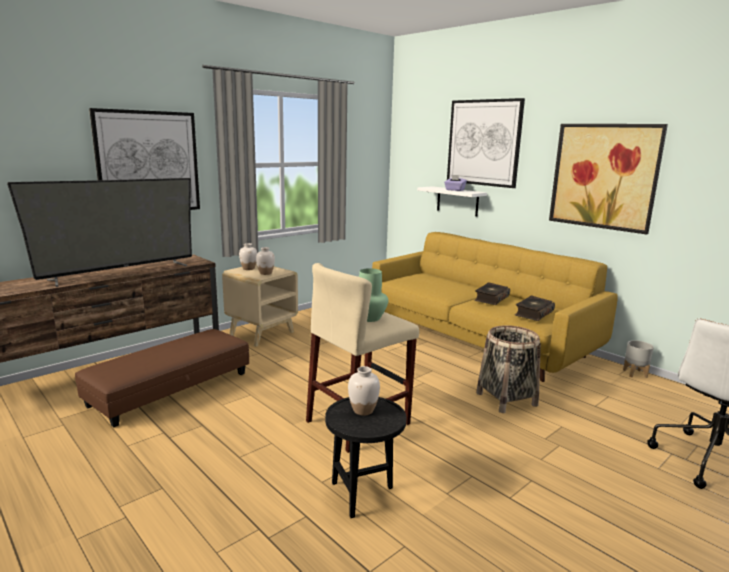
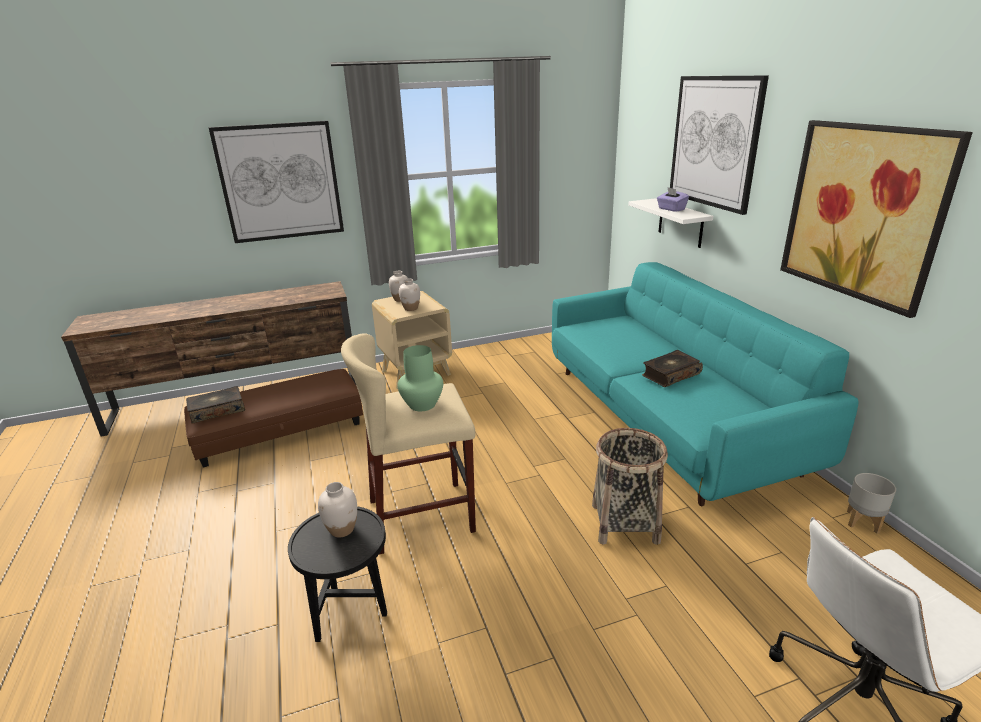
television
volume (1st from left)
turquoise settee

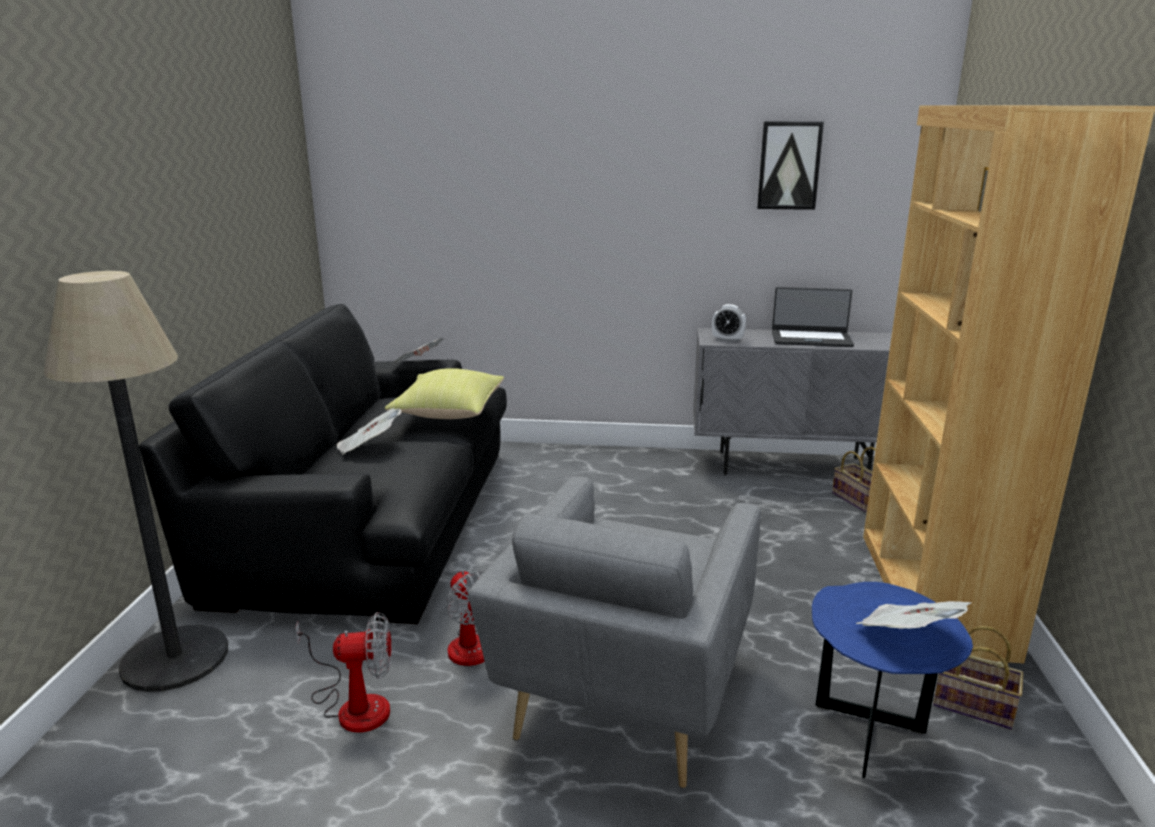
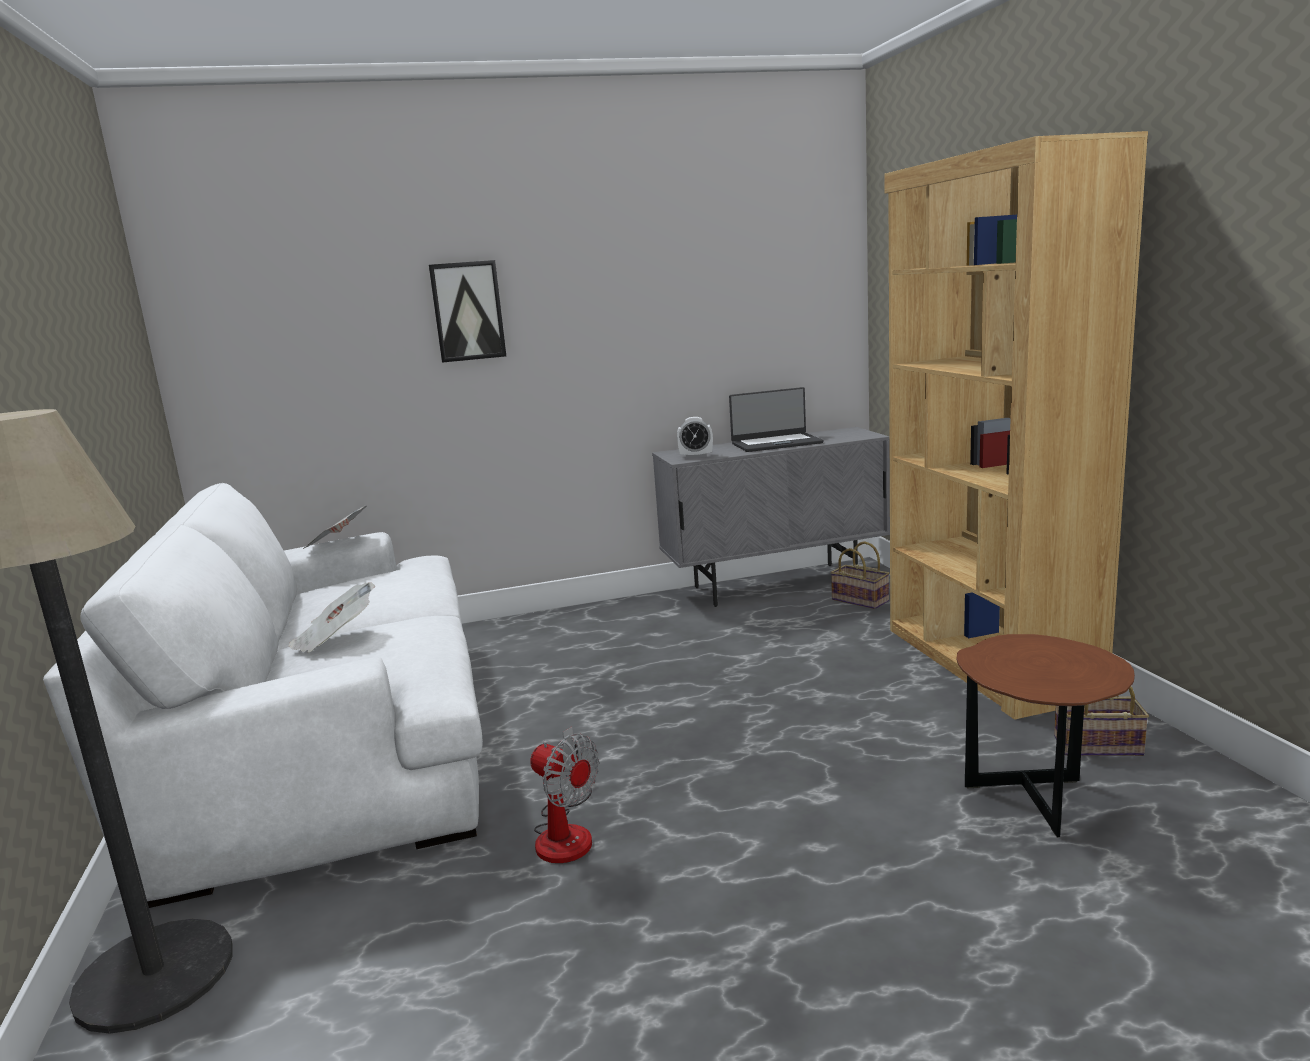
fan (1st from left in the first image)
yellowish cushion
greyish armchair
newspaper (3rd from left in the first image)
picture
white settee
brown accent table

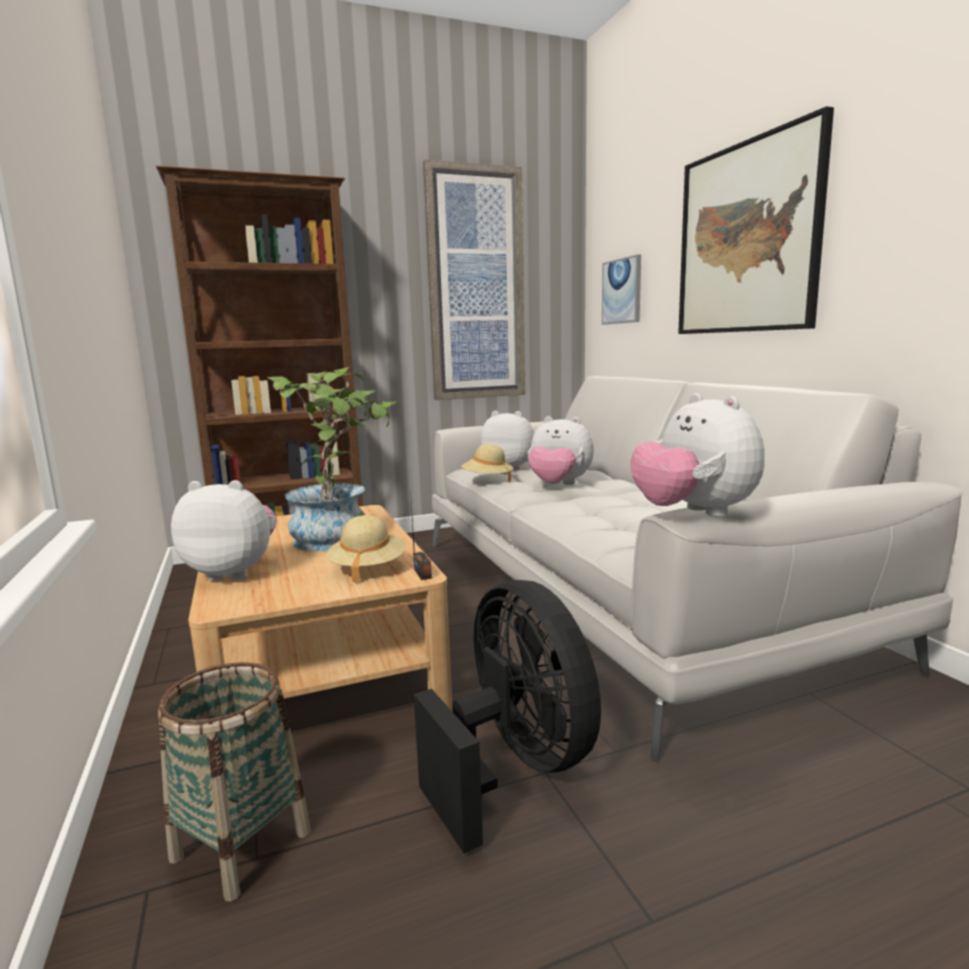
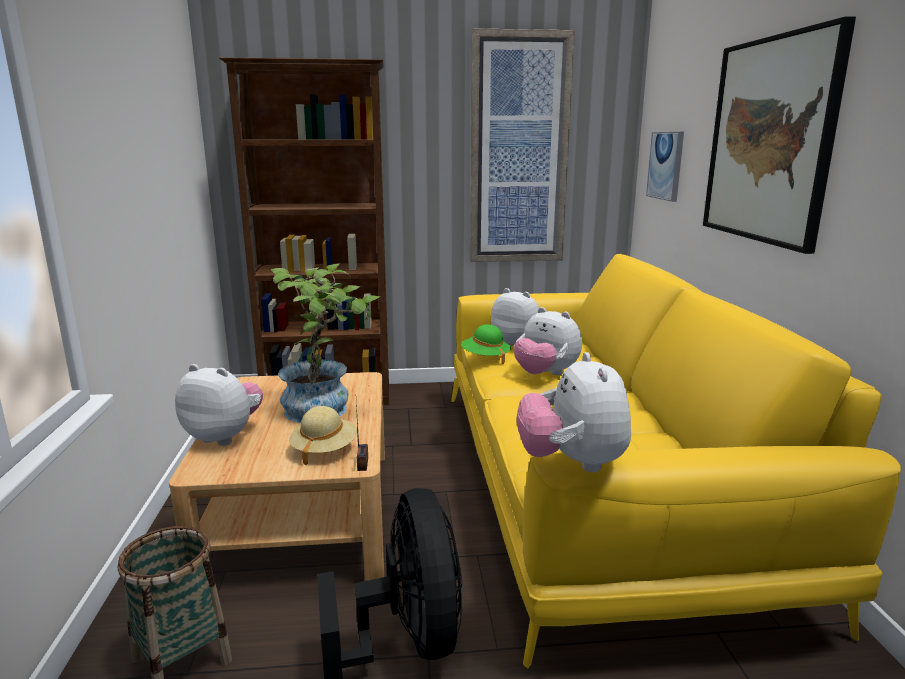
yellowish settee
greenish clothing hat

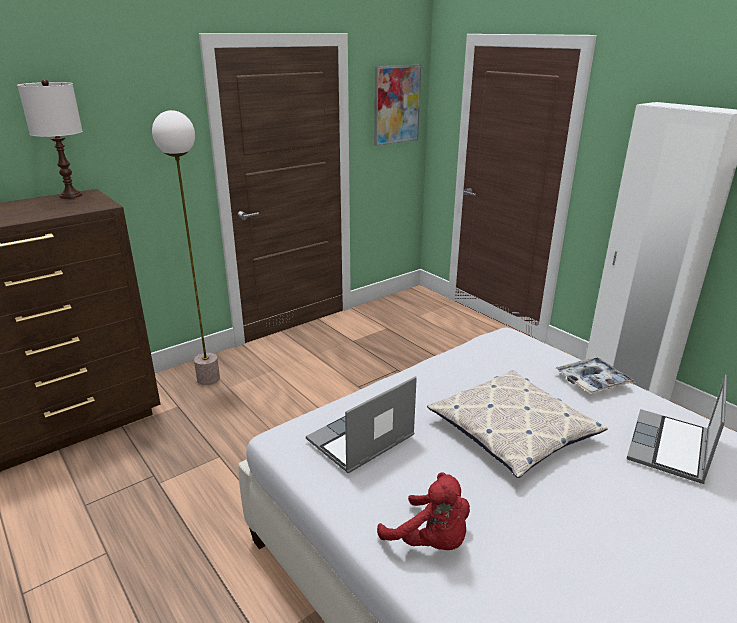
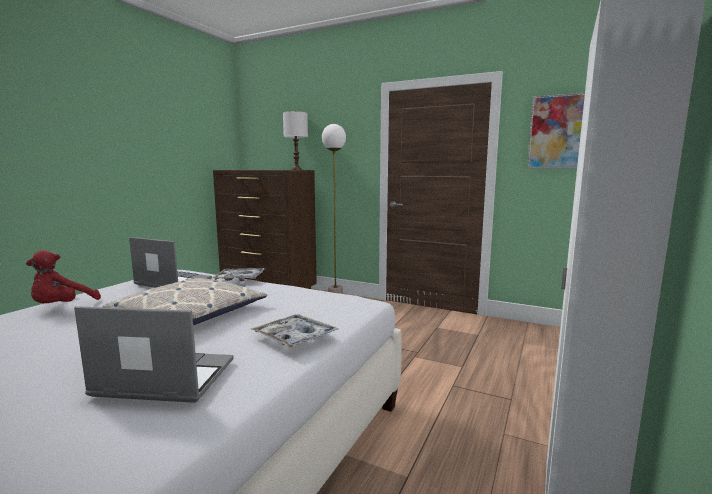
serving tray (1st from left)

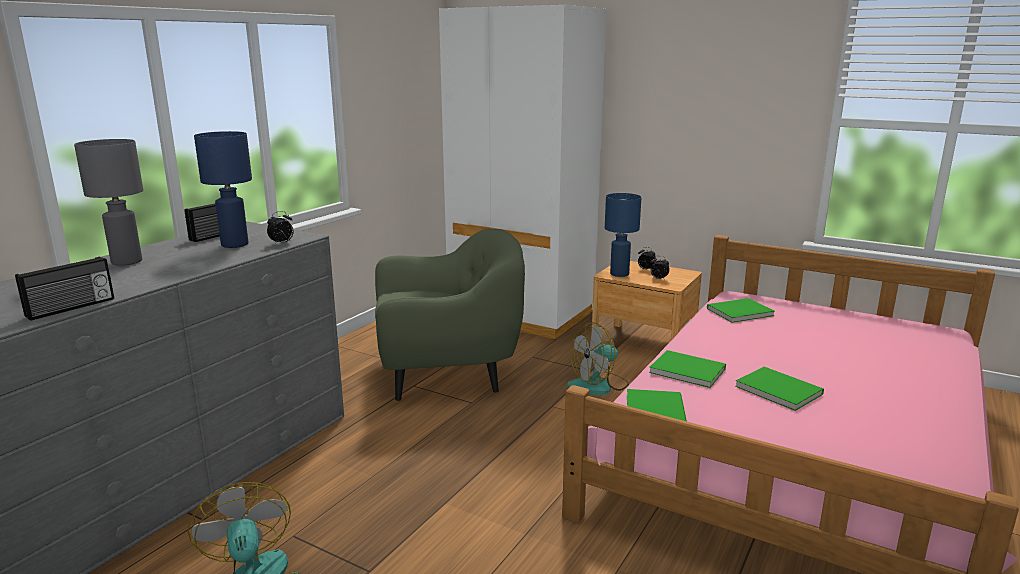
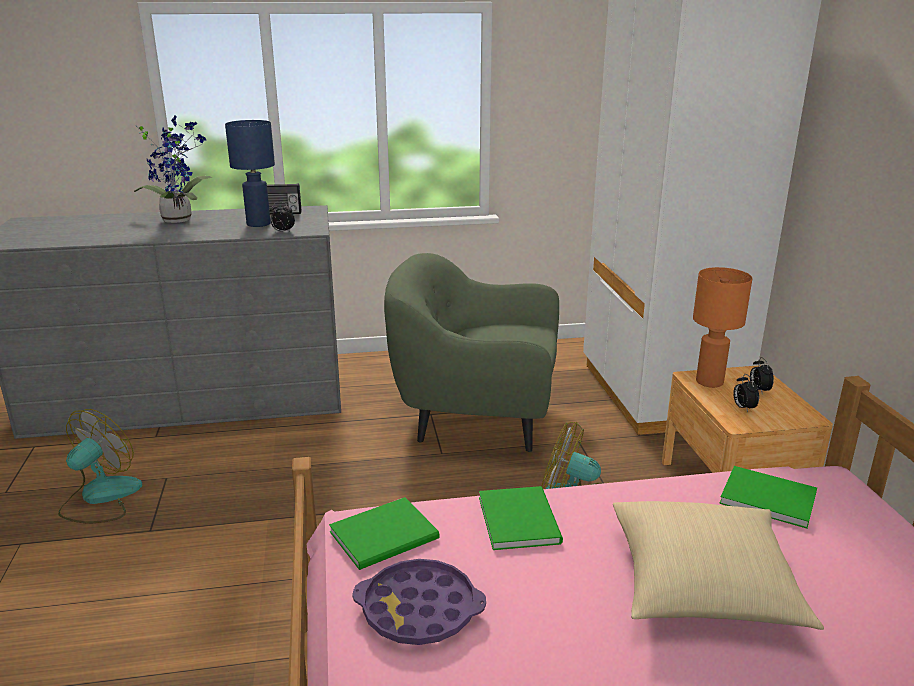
radio set (1st from left in the first image)
greenish volume (4th from left in the first image)
purplish serving tray
sand-coloured cushion
houseplant
orangey tabletop lamp
greenish armchair

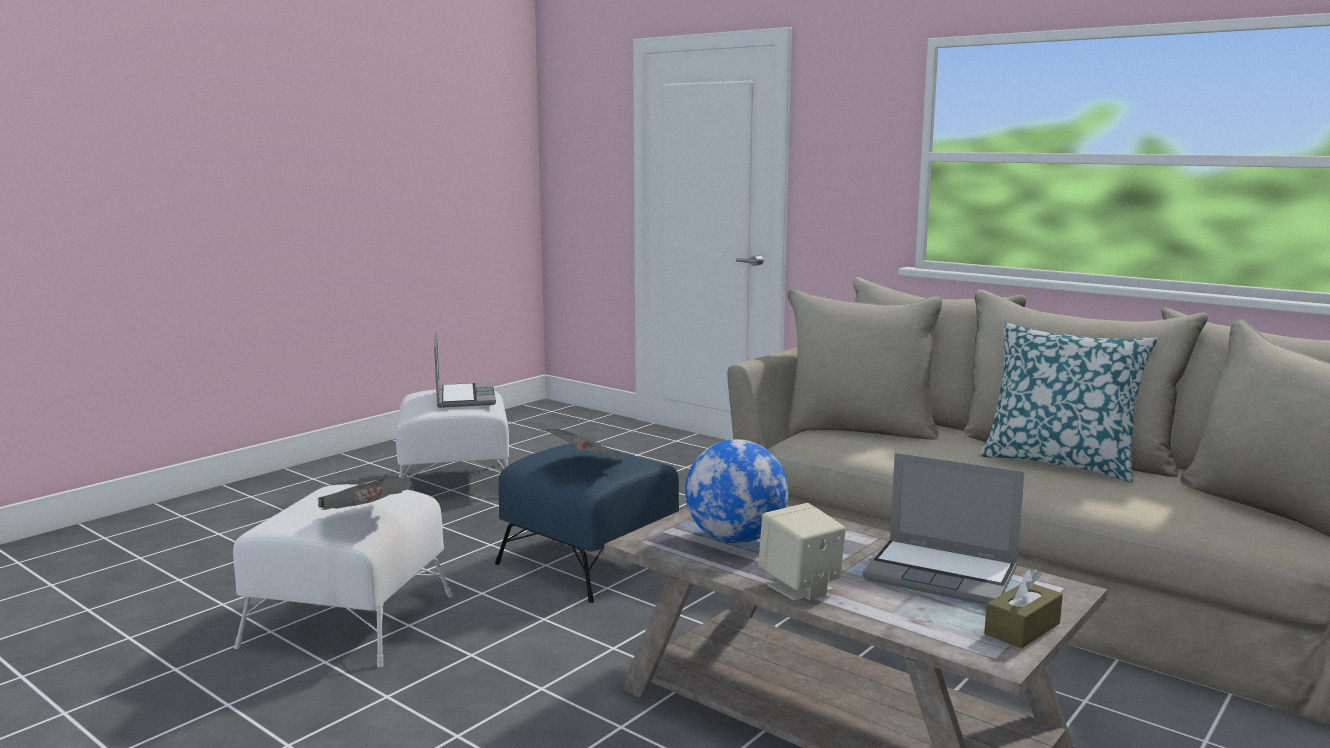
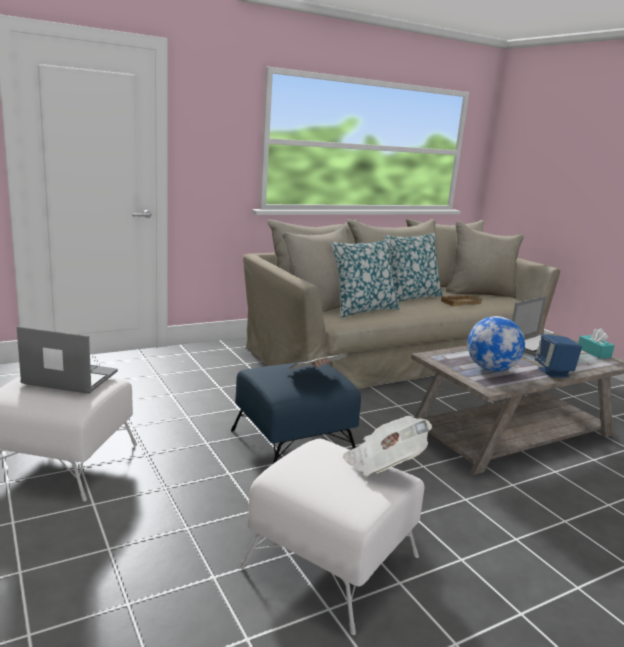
cushion (1st from left)
sand-coloured serving tray
blue loudspeaker
turquoise tissue box

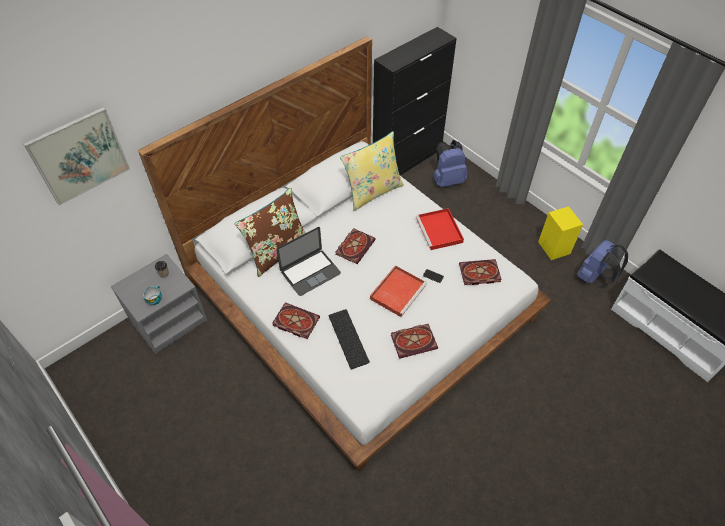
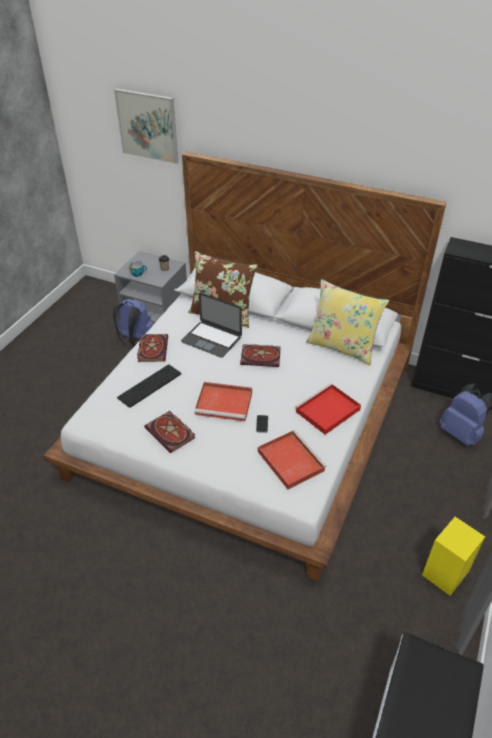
blue backpack (1st from left)
red-coloured serving tray (2nd from left)

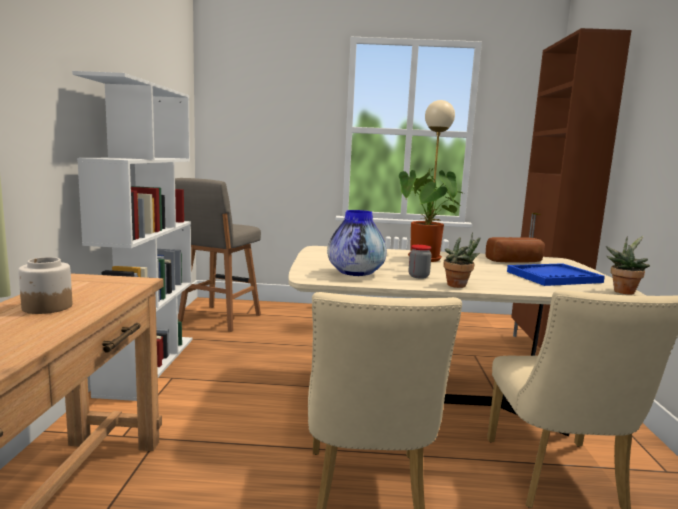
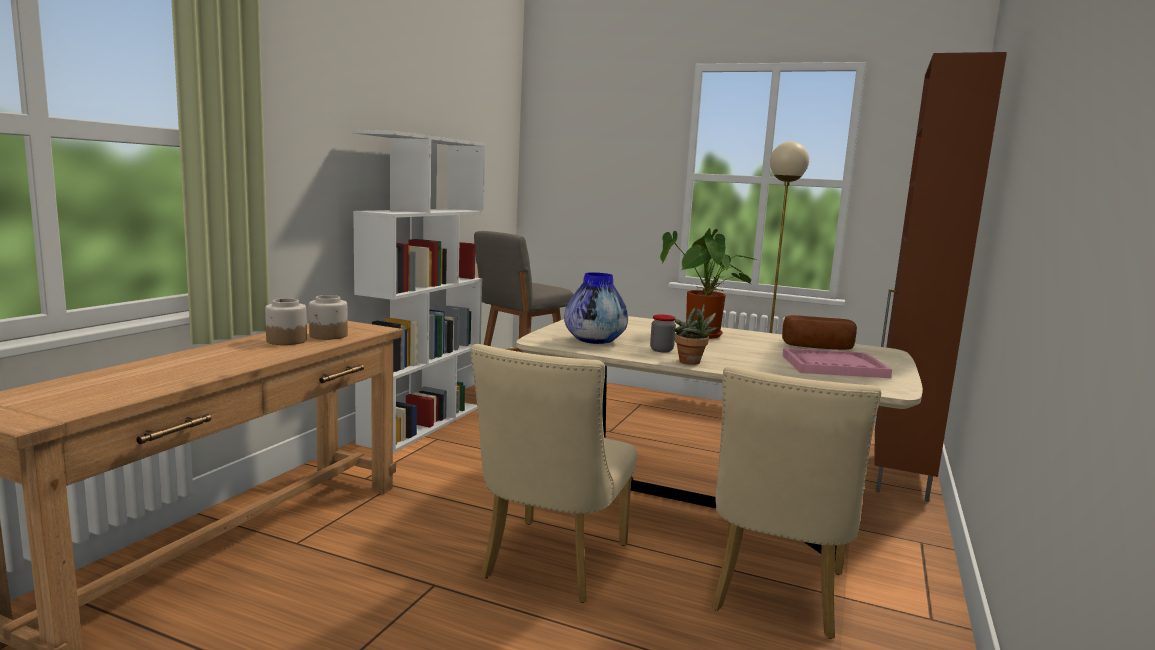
houseplant (3rd from left in the first image)
preserve jar (2nd from left)
pink-coloured serving tray

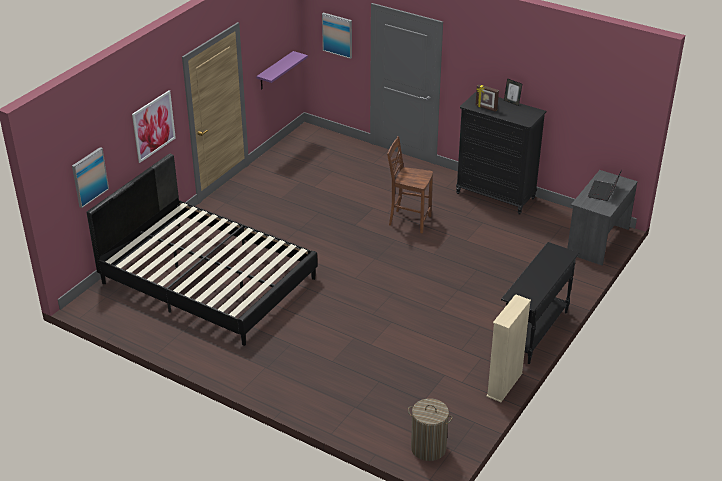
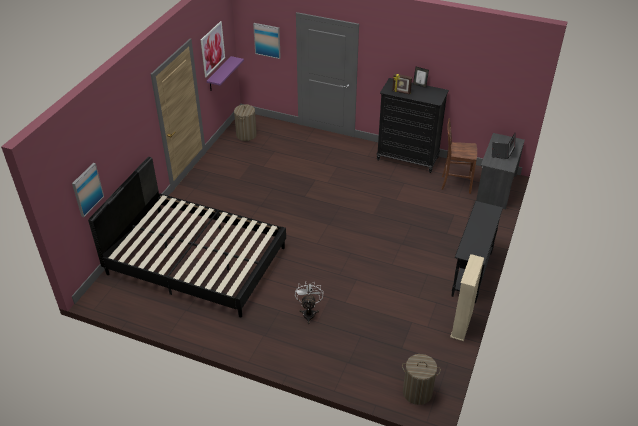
hamper (1st from left)
white fan
picture (2nd from left)
brown chair

